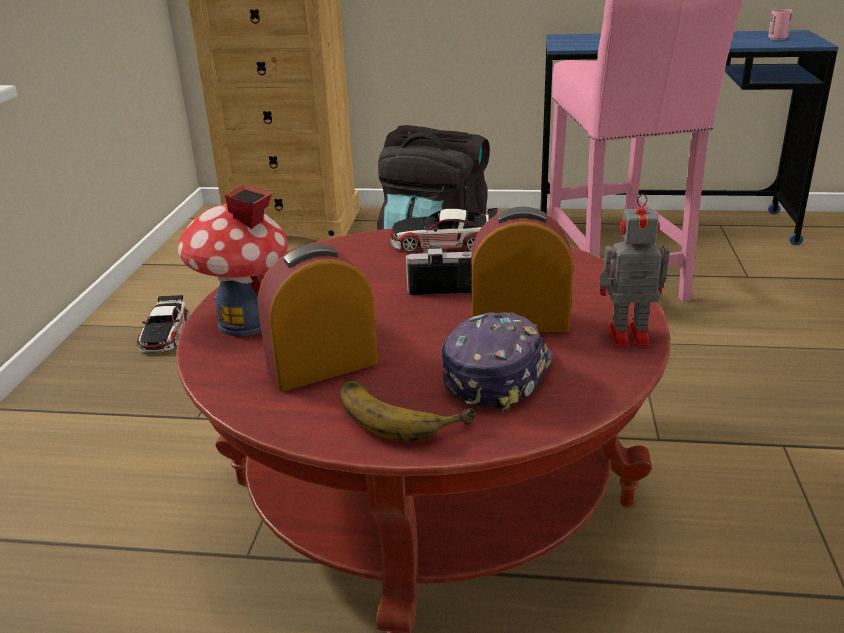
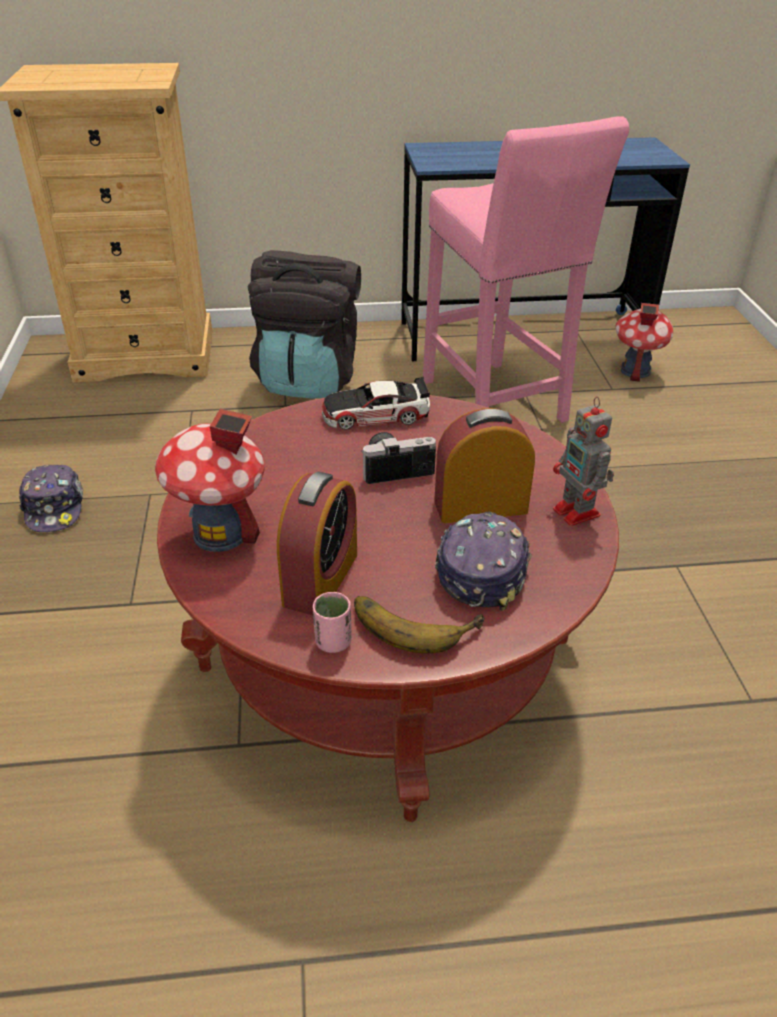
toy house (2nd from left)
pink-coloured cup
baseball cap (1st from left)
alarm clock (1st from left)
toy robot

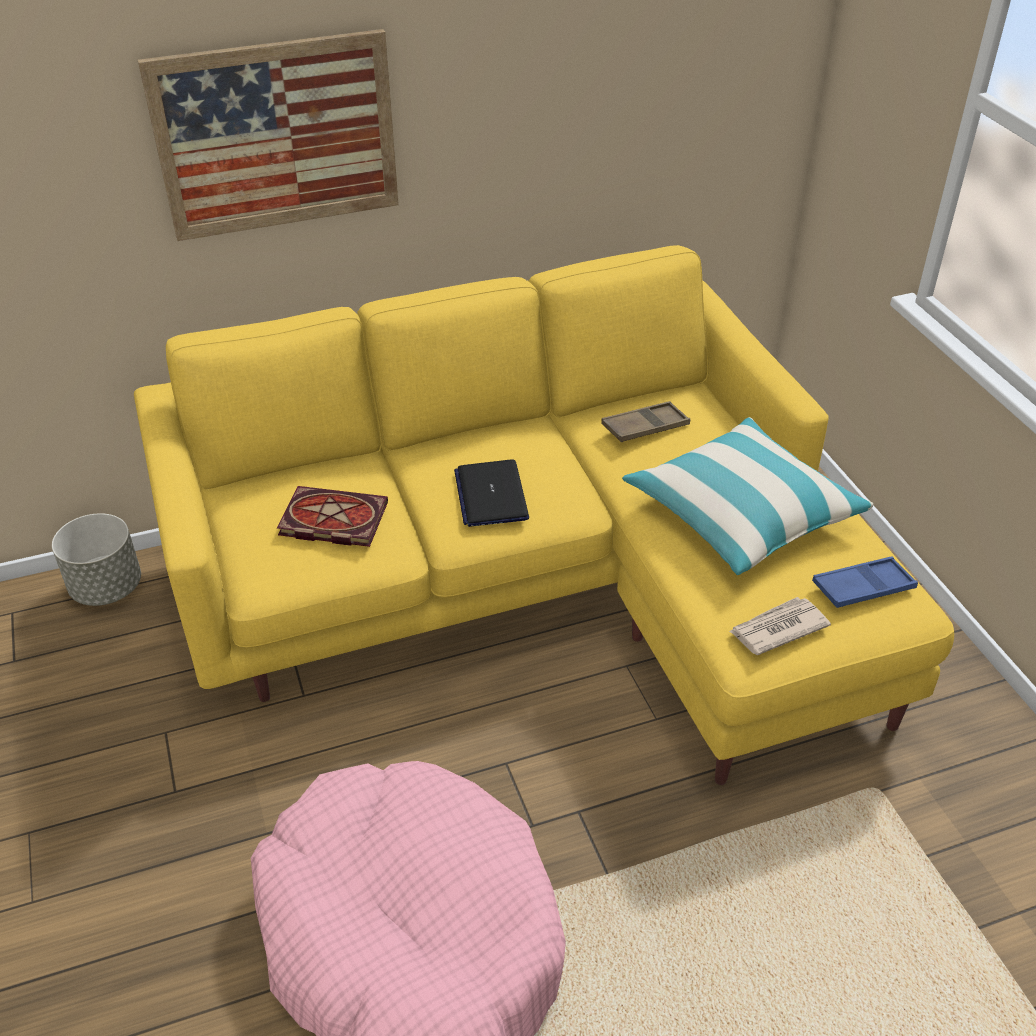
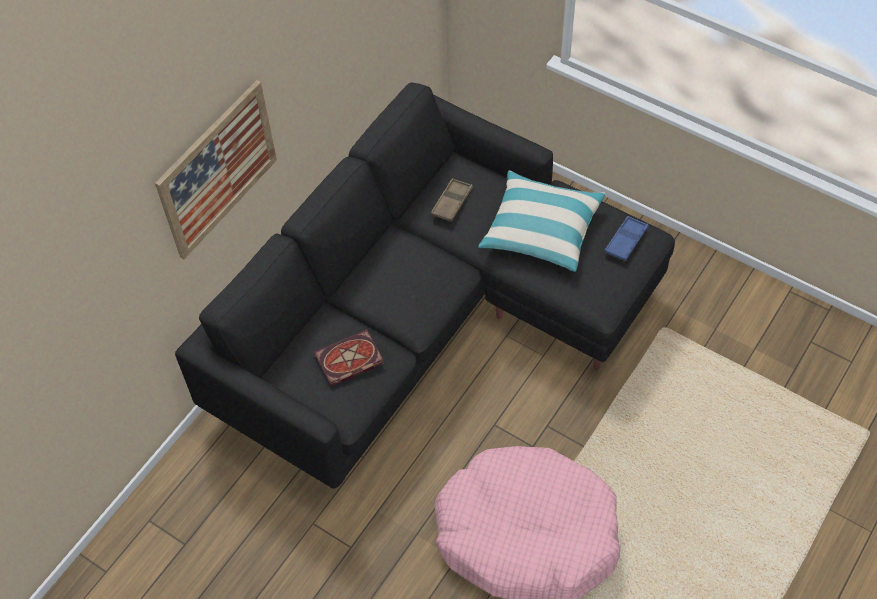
greyish plant pot
laptop
newspaper
black settee

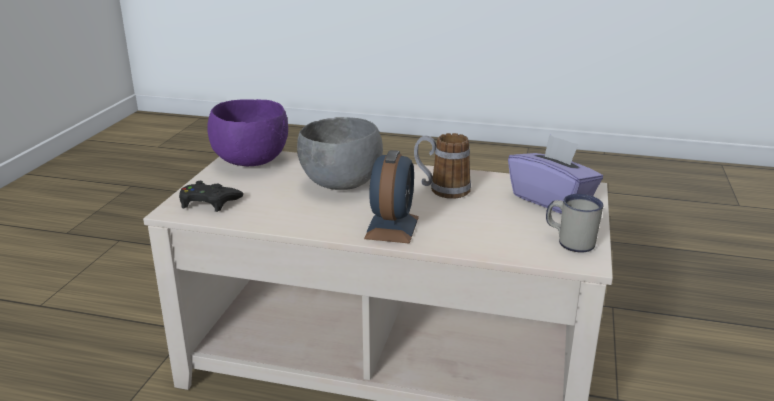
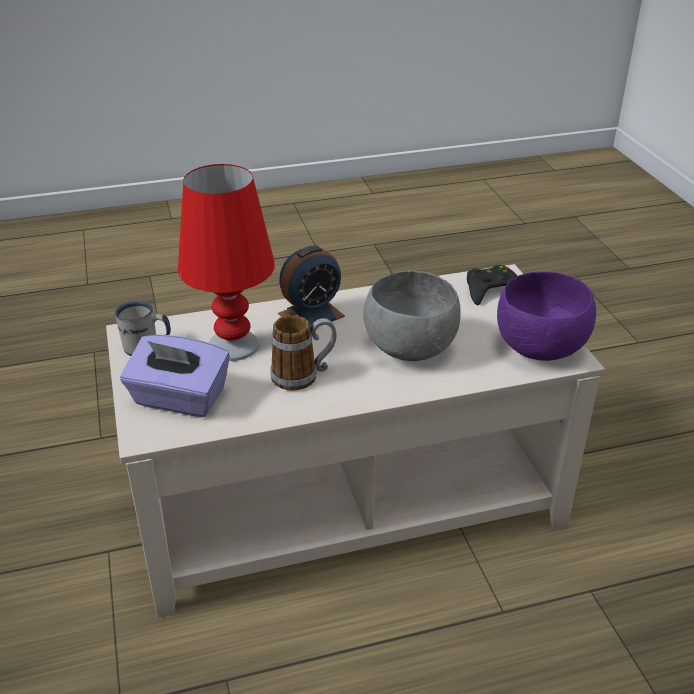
red-coloured tabletop lamp
alarm clock

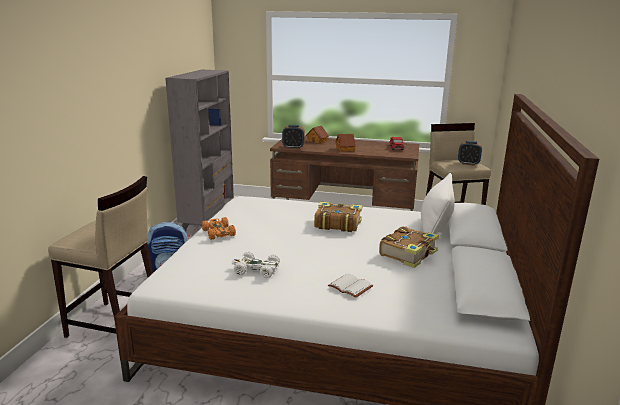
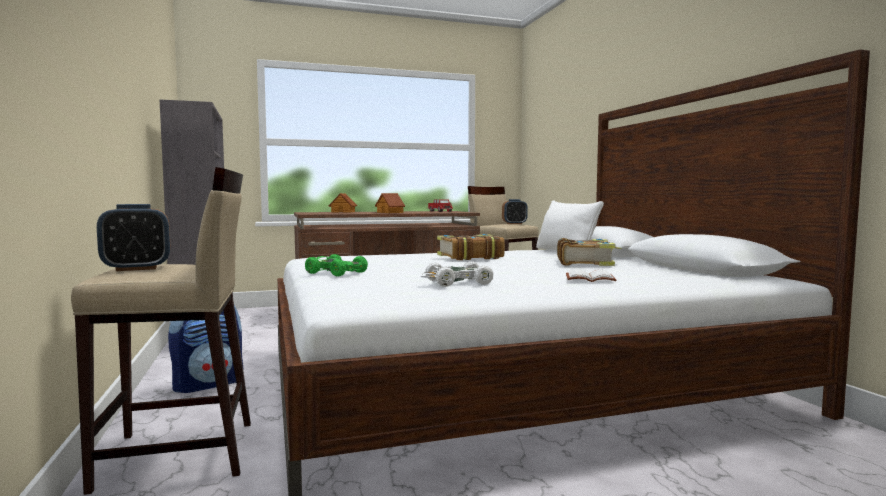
alarm clock (1st from left)
greenish toy car

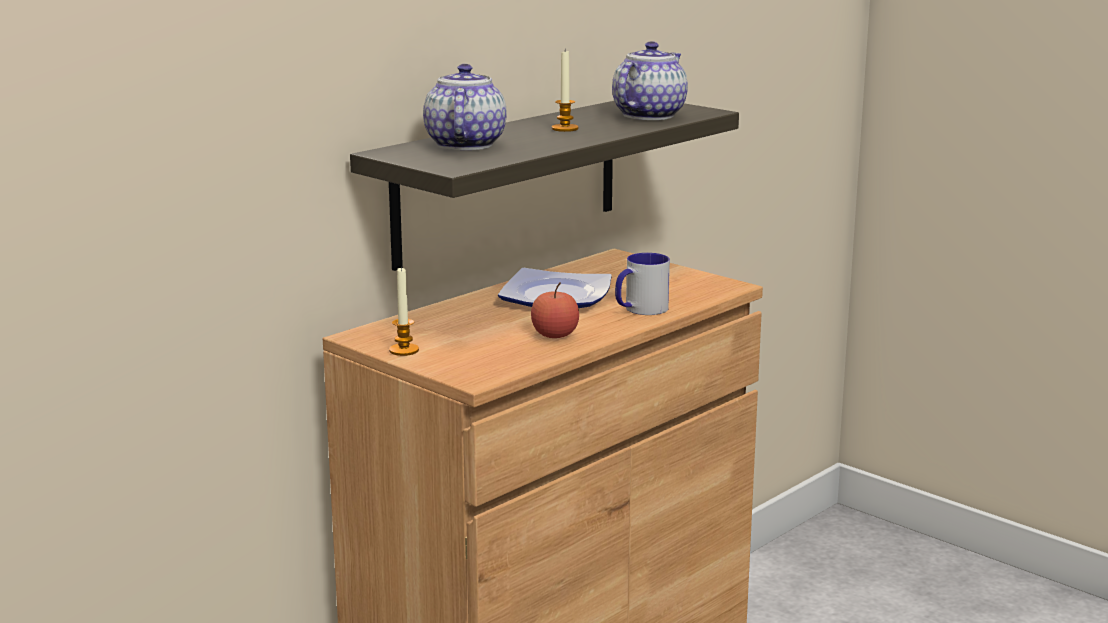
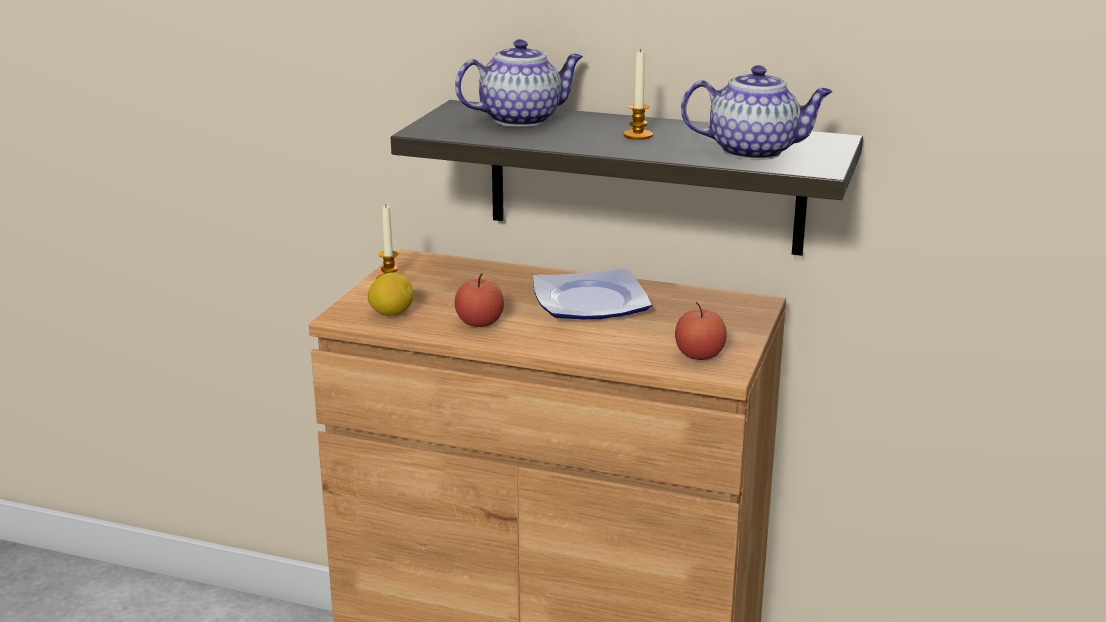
mug
whole lemon
apple (2nd from left)

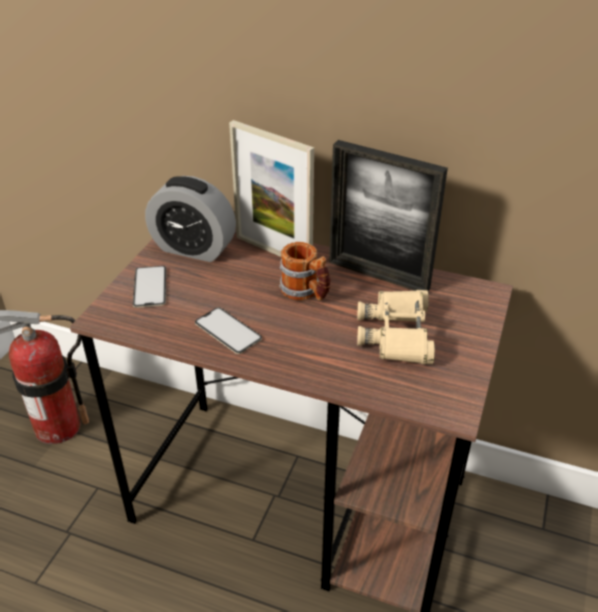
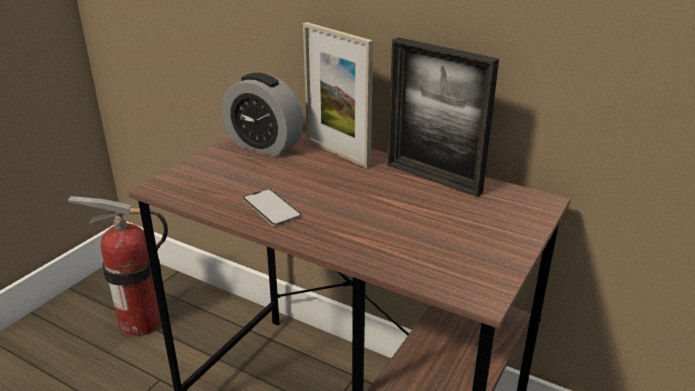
telephone (1st from left in the first image)
mug
sand-coloured binoculars

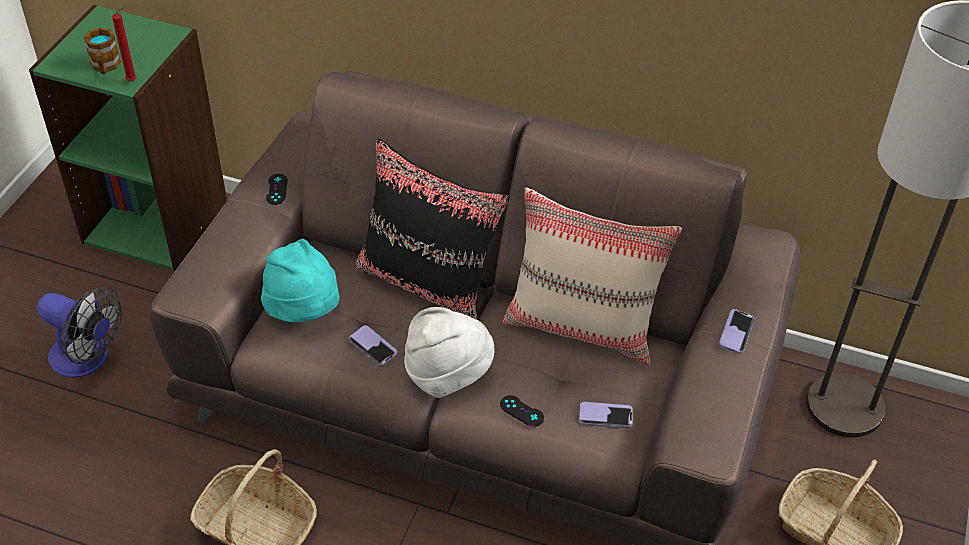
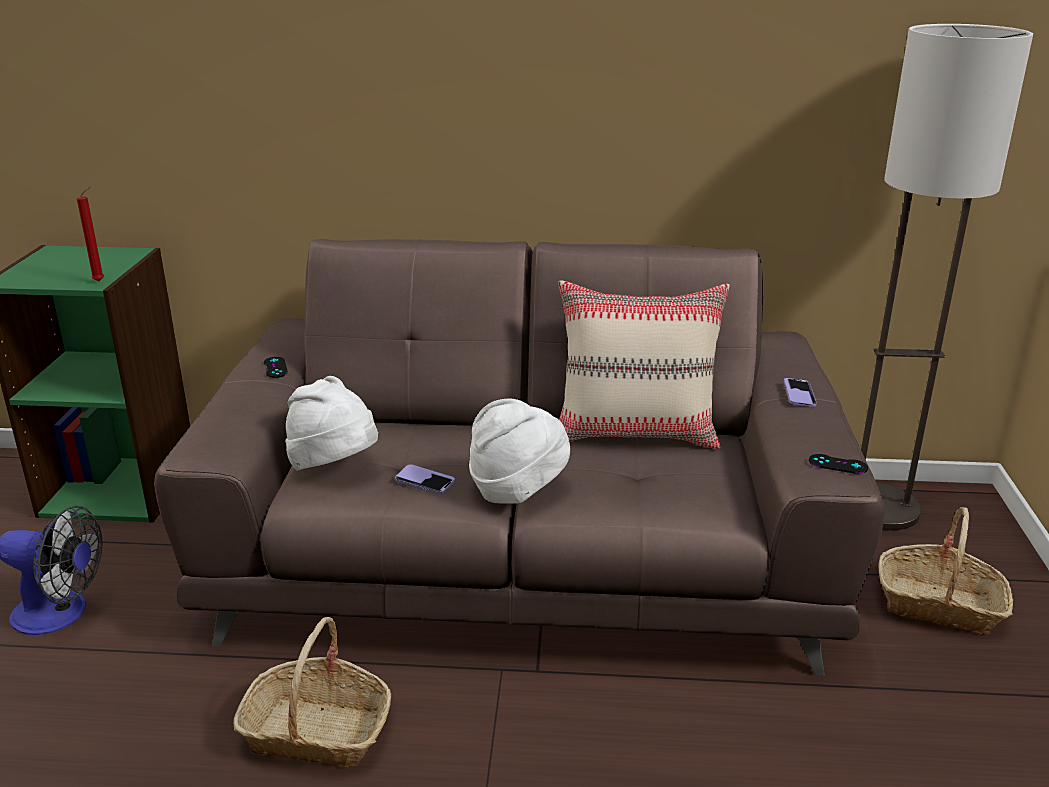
mug
black cushion
telephone (2nd from left in the first image)
black game controller (2nd from left)
white clothing hat (1st from left)

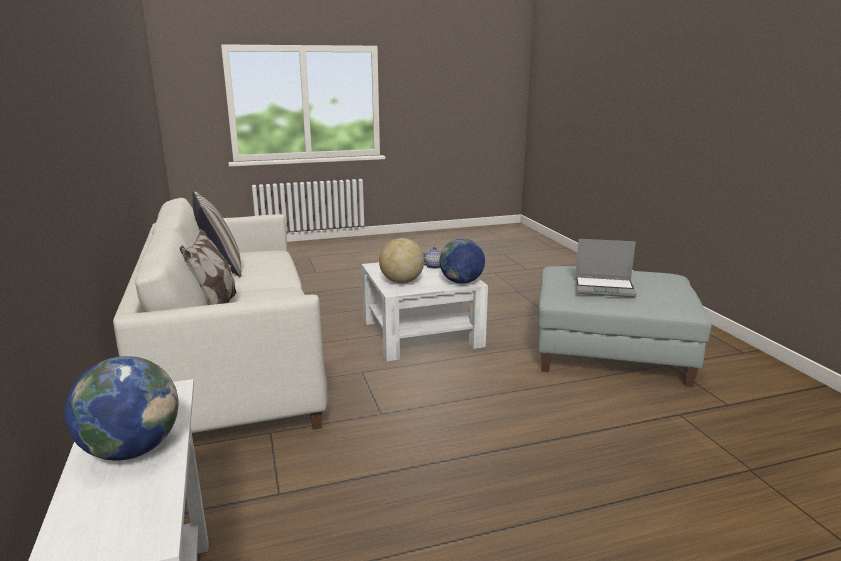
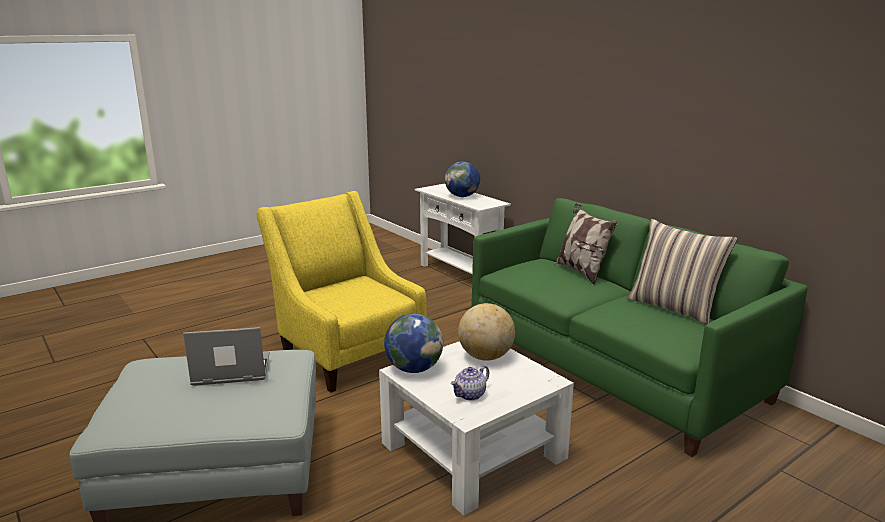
yellowish armchair
greenish settee

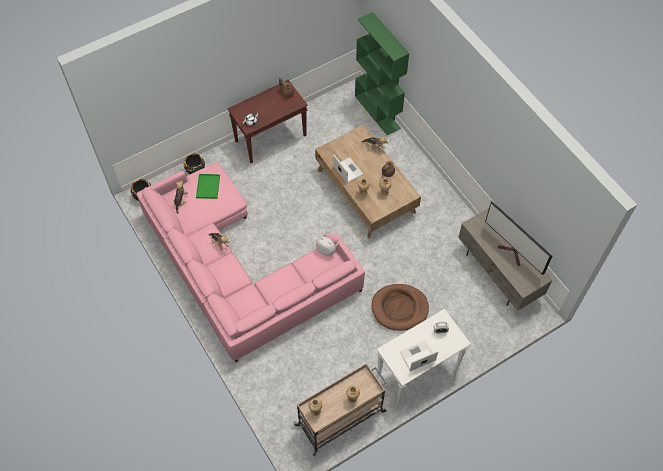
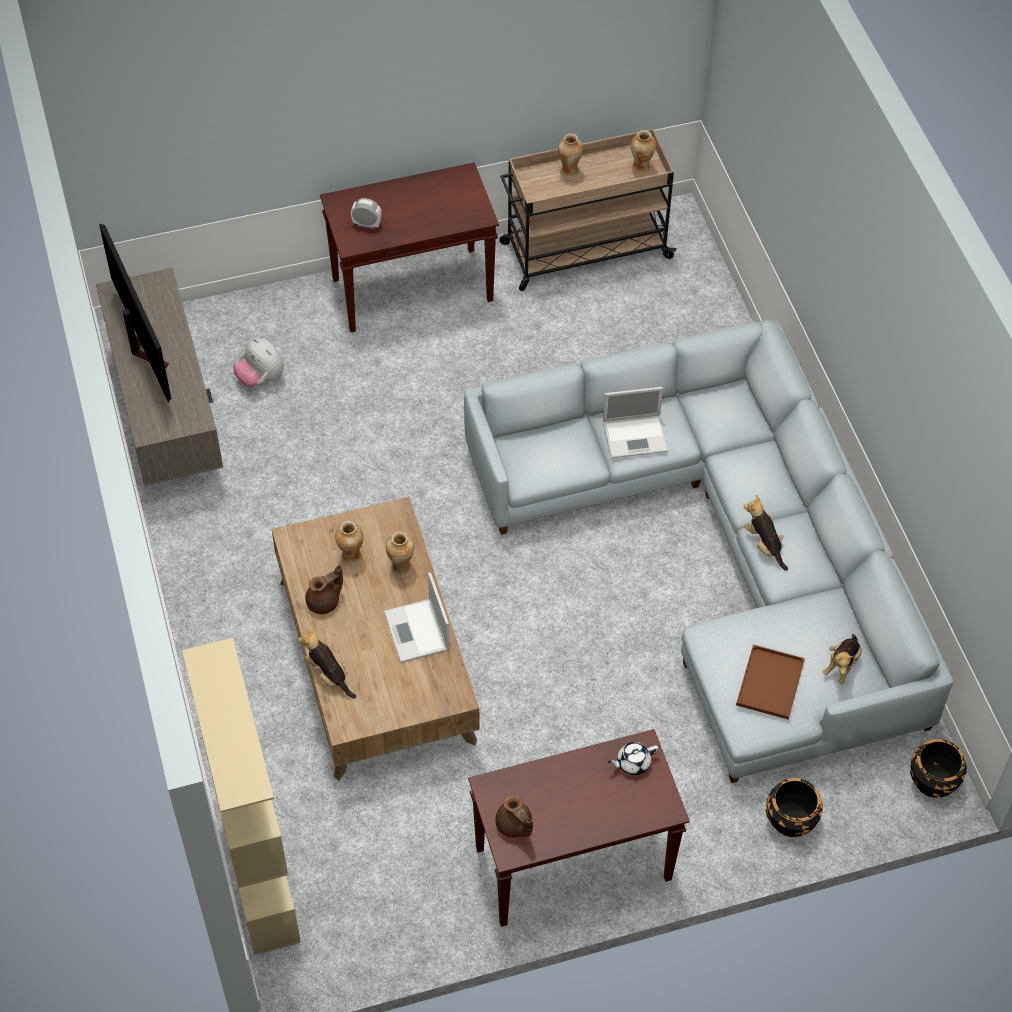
brown dog cushion
plush toy (1st from left)
laptop (2nd from left)
greyish settee
brown serving tray
sand-coloured bookshelf
brown console table (1st from left)

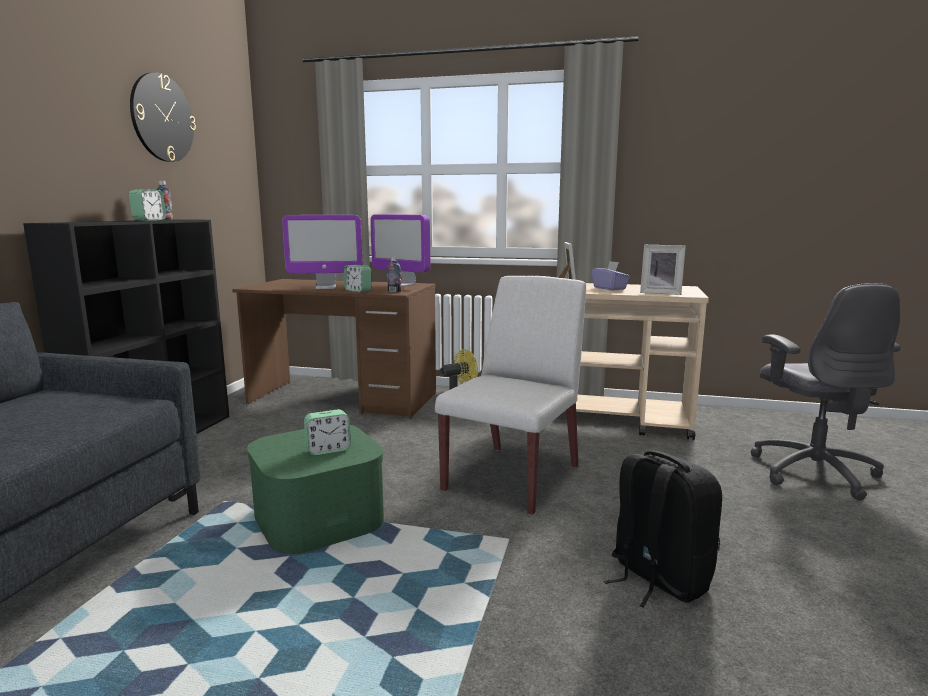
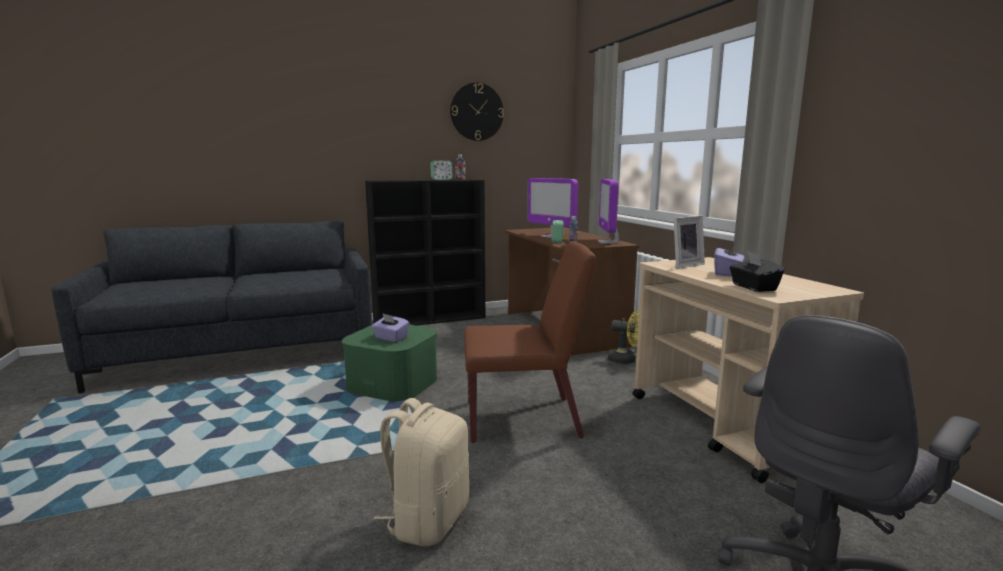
purplish tissue box (1st from left)
black tissue box
brown chair
sand-coloured backpack

